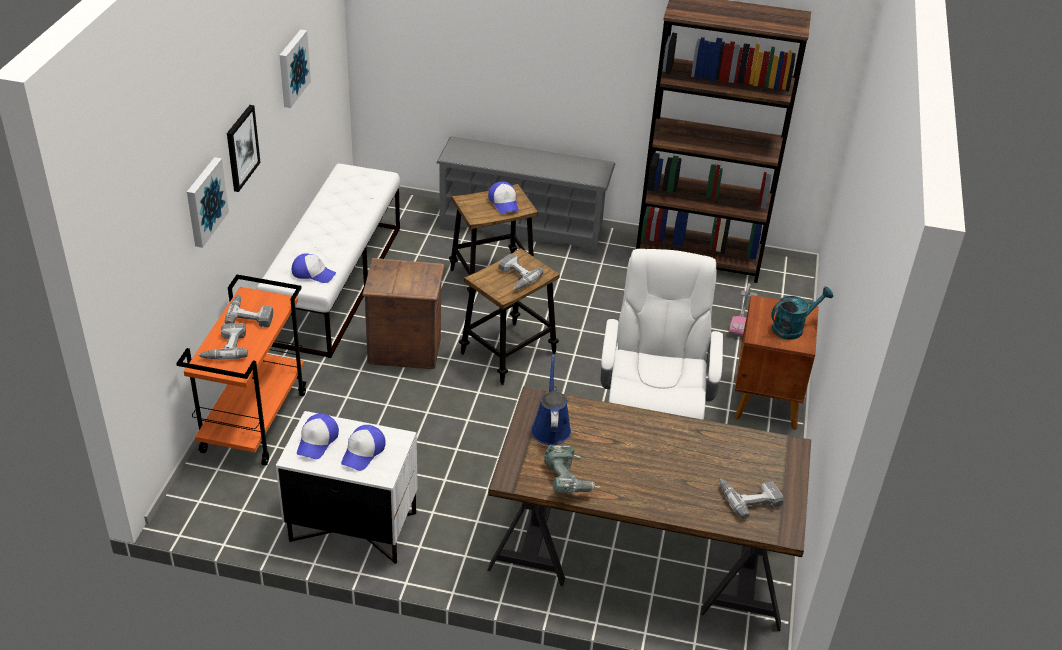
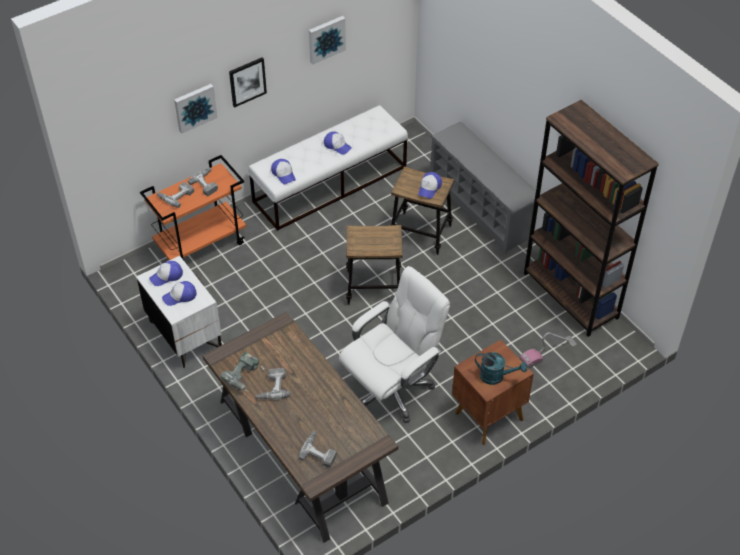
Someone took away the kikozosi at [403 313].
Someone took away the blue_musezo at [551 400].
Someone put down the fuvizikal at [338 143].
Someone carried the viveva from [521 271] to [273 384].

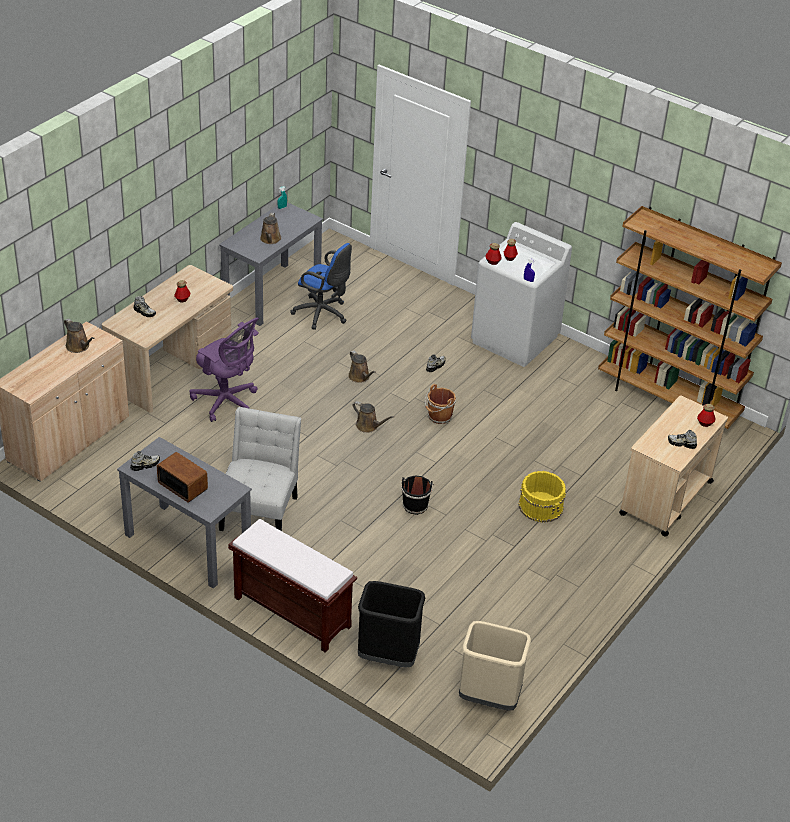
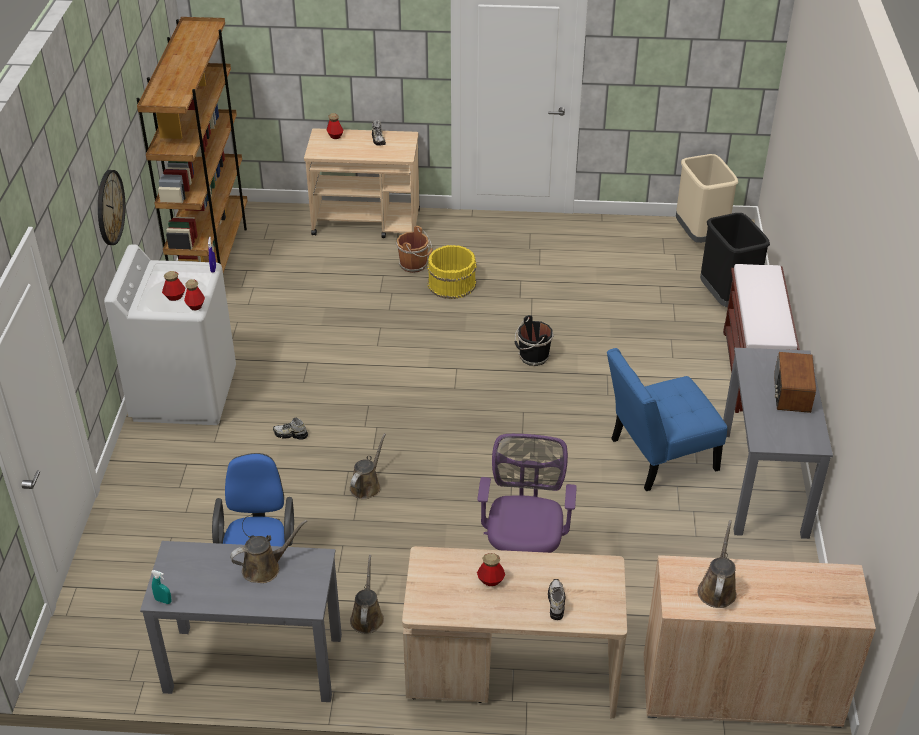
Someone took away the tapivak at [145 461].
Someone put up the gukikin at [111 207].
Someone carried the brown_musezo from [373 417] to [367 594].
Someone carried the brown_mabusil from [441 404] to [414 249].
Someone repainted the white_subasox at [260 469], which became the blue_subasox at [667 419].

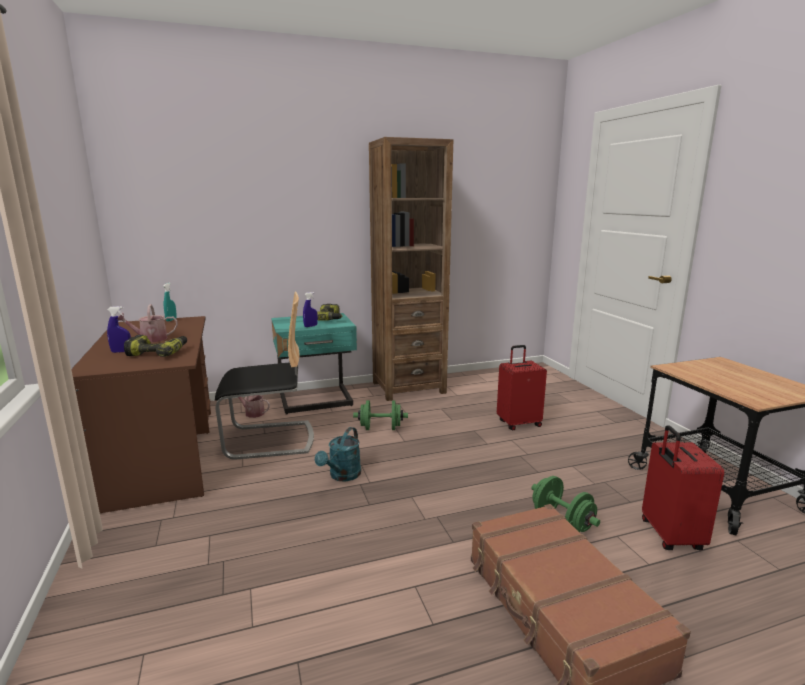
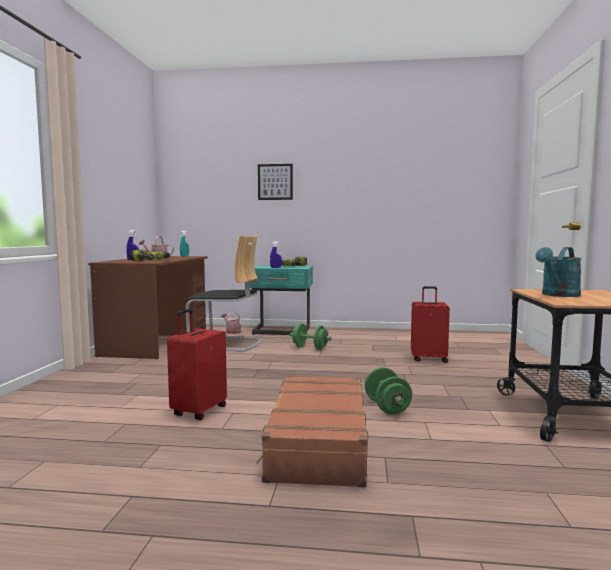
Someone took away the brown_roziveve at [411 269].
Someone put up the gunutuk at [275 182].
Someone carried the turquoise_musezo from [338 454] to [558 272].
Someone carried the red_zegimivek from [683 487] to [197 364].

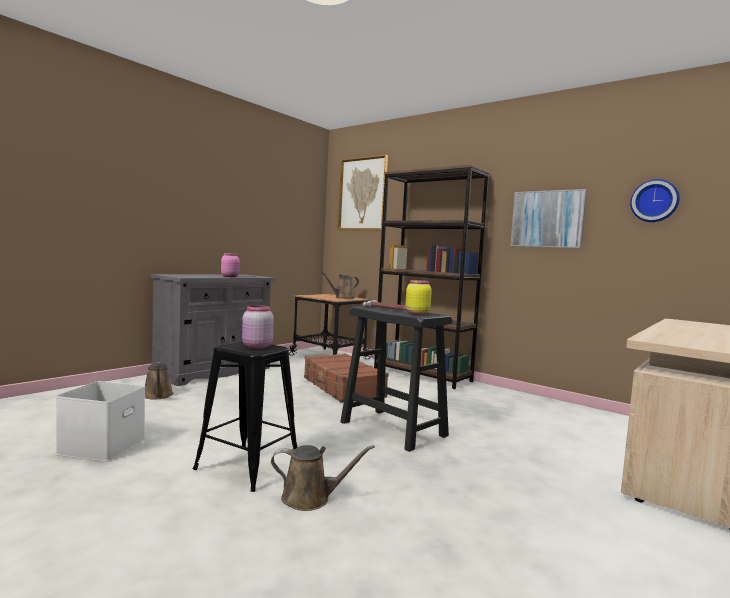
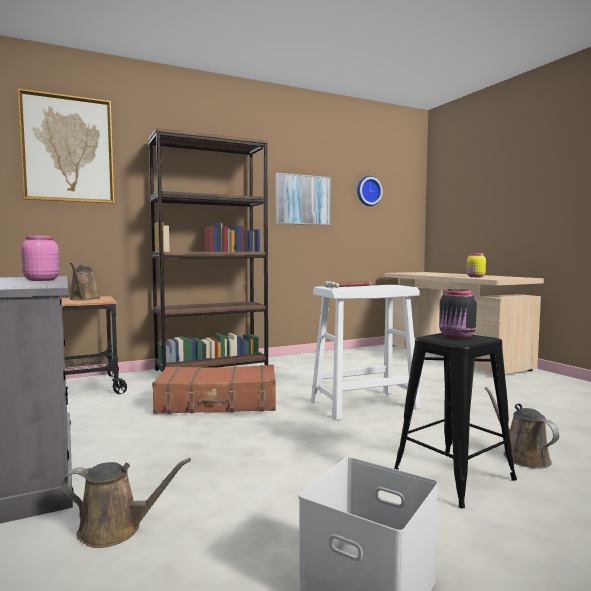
Someone carried the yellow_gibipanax from [418 297] to [476 265].
Someone repainted the pink_gibipanax at [258 327], which became the black_gibipanax at [458 314].
Someone repainted the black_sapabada at [396 379], which became the white_sapabada at [366 352].
Someone rotated the brown_musezo at [323 478] by 45 degrees counterclockwise.

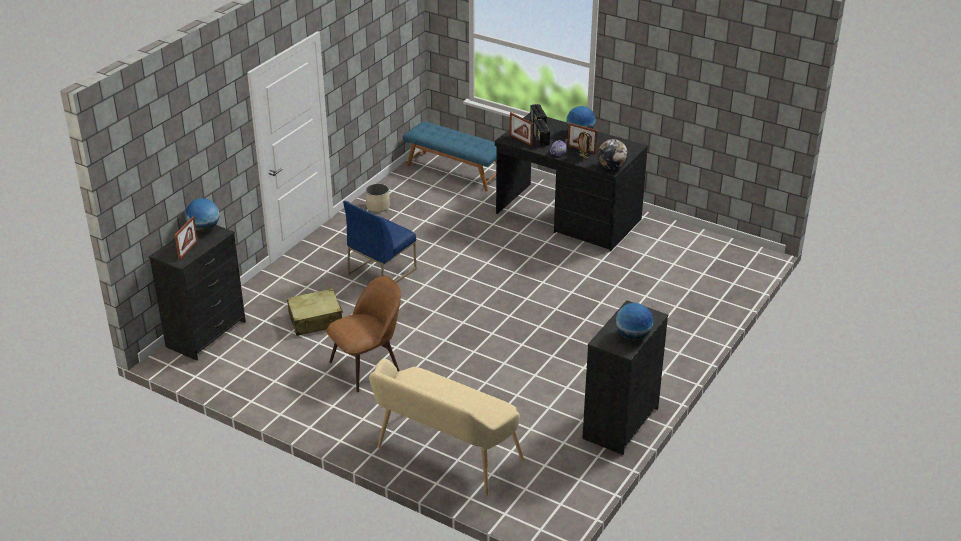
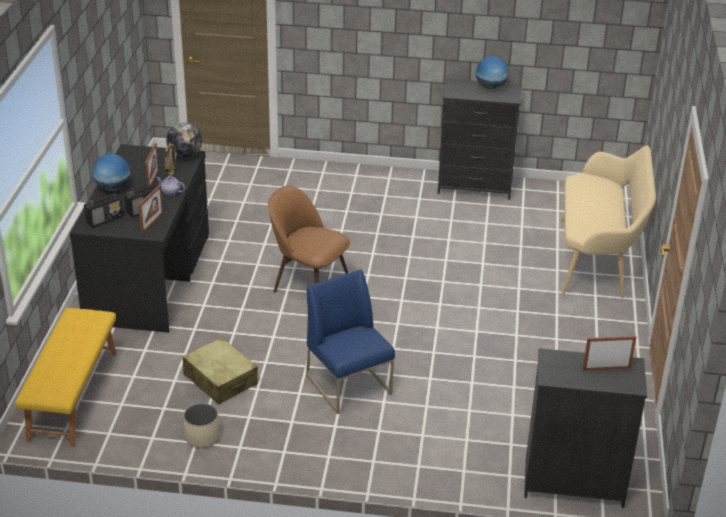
Someone took away the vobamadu at [202 215].
Someone carried the beige_zegimivek from [315 312] to [220 371].
Someone carried the brown_subasox from [364 334] to [309 239].
Someone repainted the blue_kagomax at [450 156], which became the yellow_kagomax at [65 377].
Someone rotated the blue_subasox at [379 242] by 135 degrees counterclockwise.

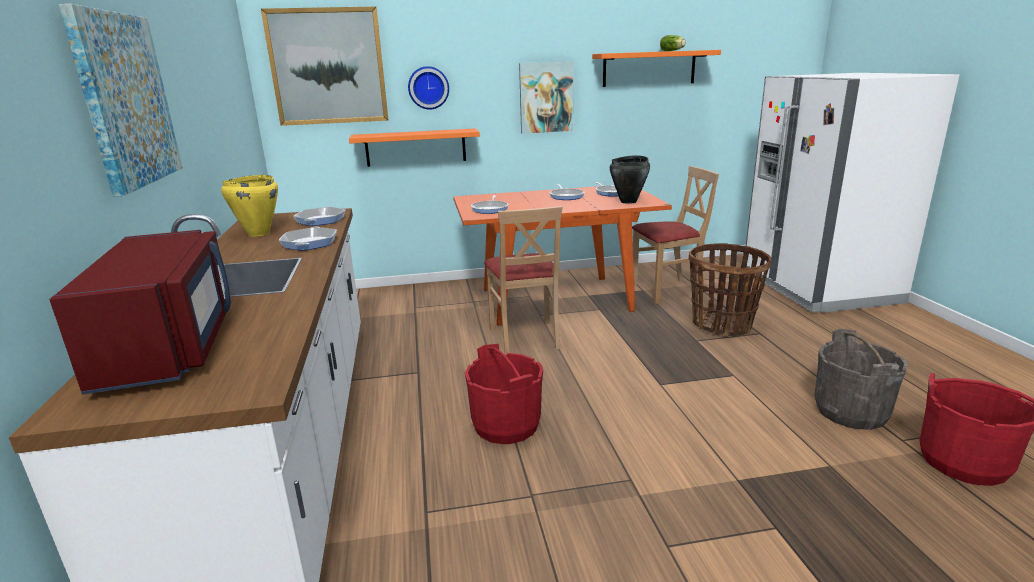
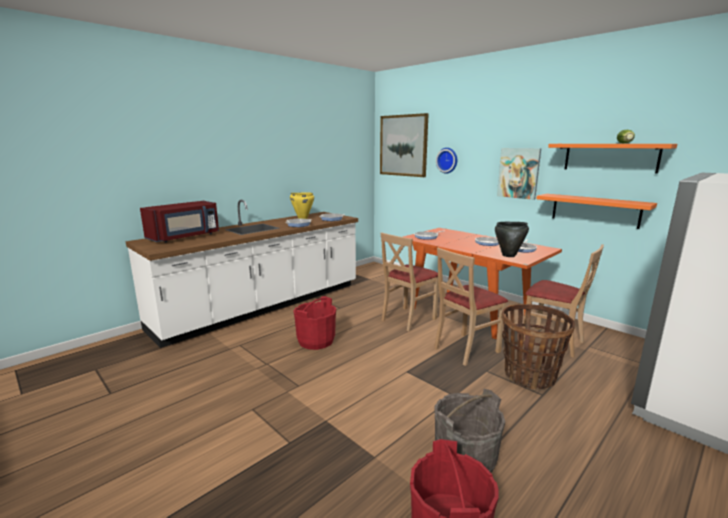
Someone took away the gunutuk at [120 100].
Someone put down the beige_subasox at [471 307].
Someone carried the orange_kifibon from [414 147] to [596 211].

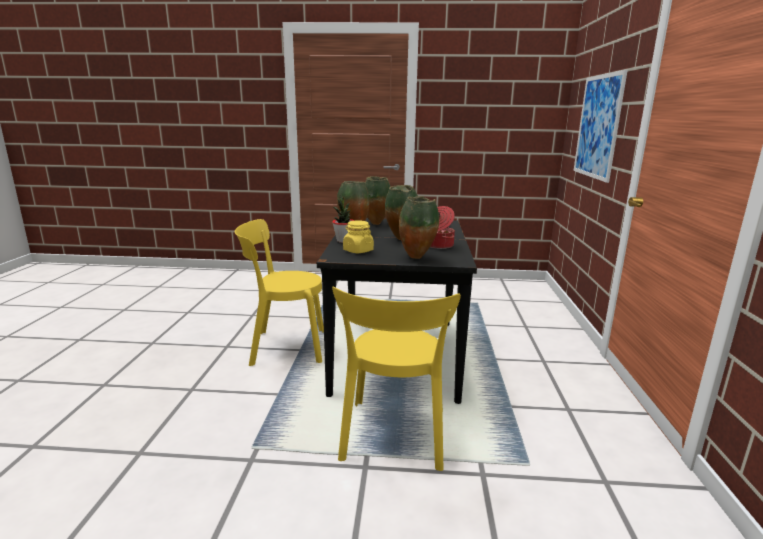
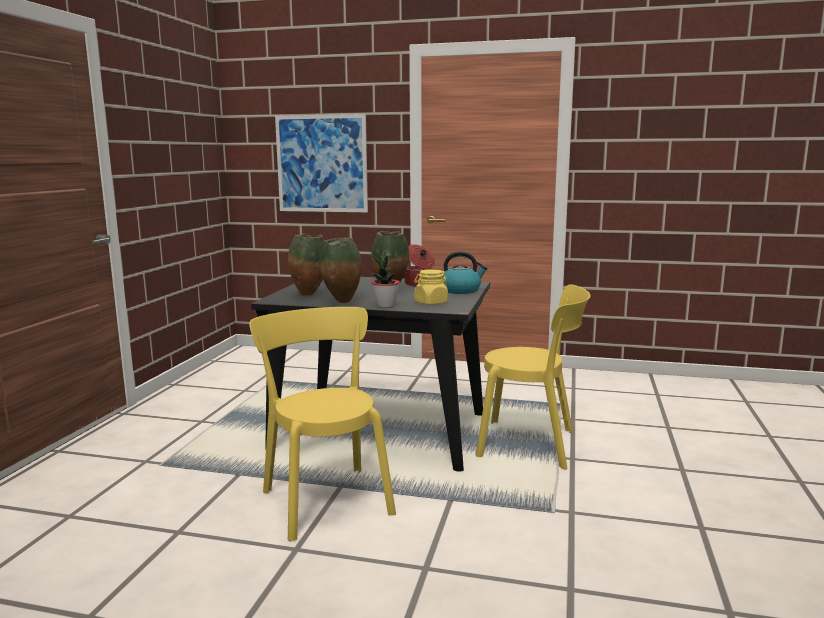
Someone swapped the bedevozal at [419 227] for the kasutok at [465 272].
Someone rotated the yellow_subasox at [279 292] by 150 degrees clockwise.

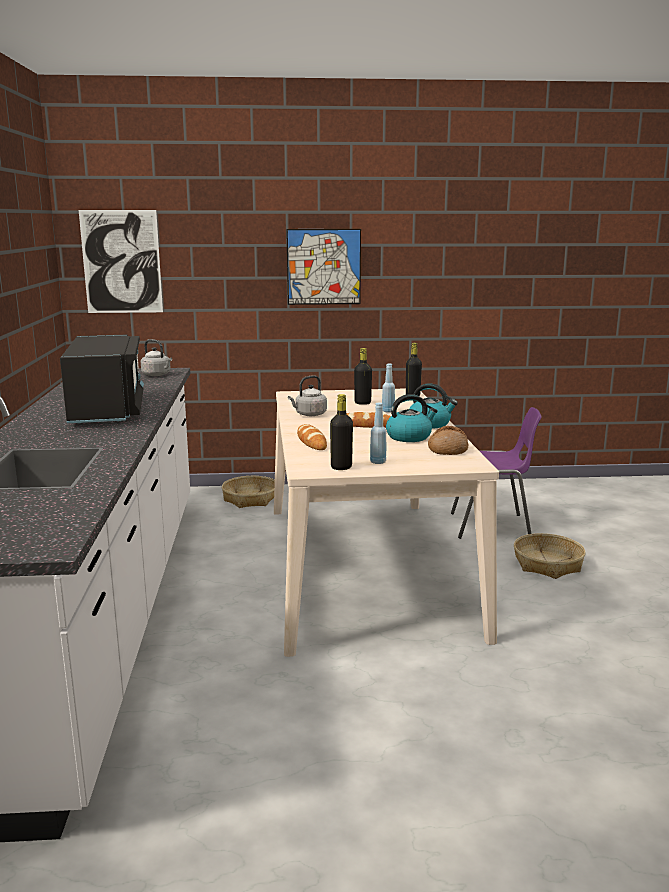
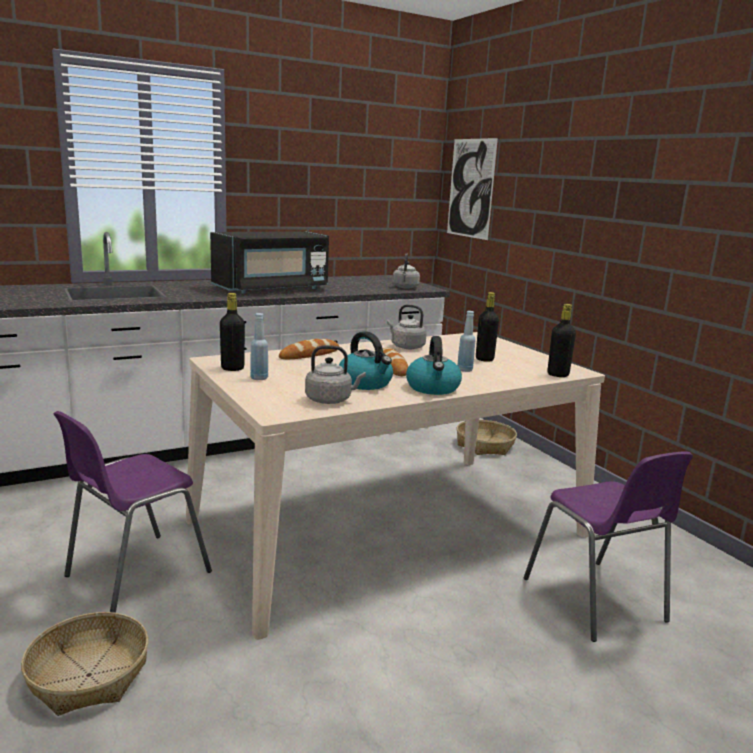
Someone took away the gunutuk at [323 267].
Someone put down the purple_subasox at [132 512].
Someone carried the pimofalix from [549 556] to [85 664].
Someone swapped the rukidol at [448 440] for the grey_kasutok at [335 374].

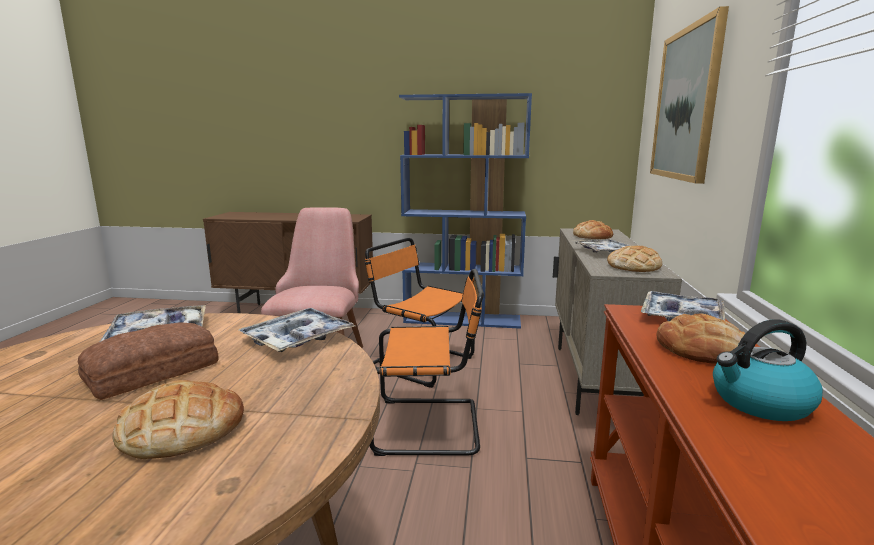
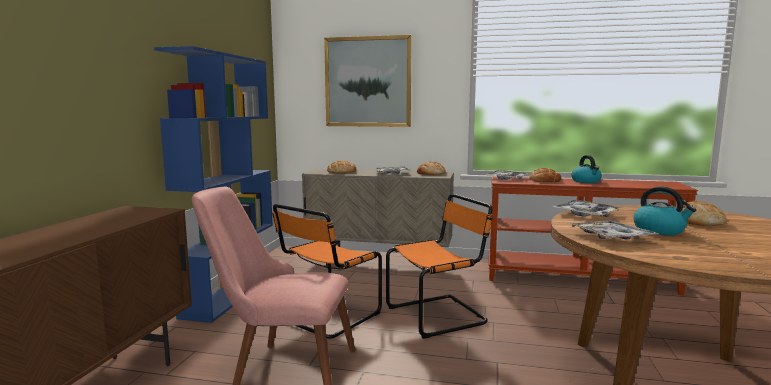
Someone swapped the rukidol at [148 361] for the kasutok at [665 210].
Someone rotated the orange_subasox at [426 362] by 60 degrees clockwise.

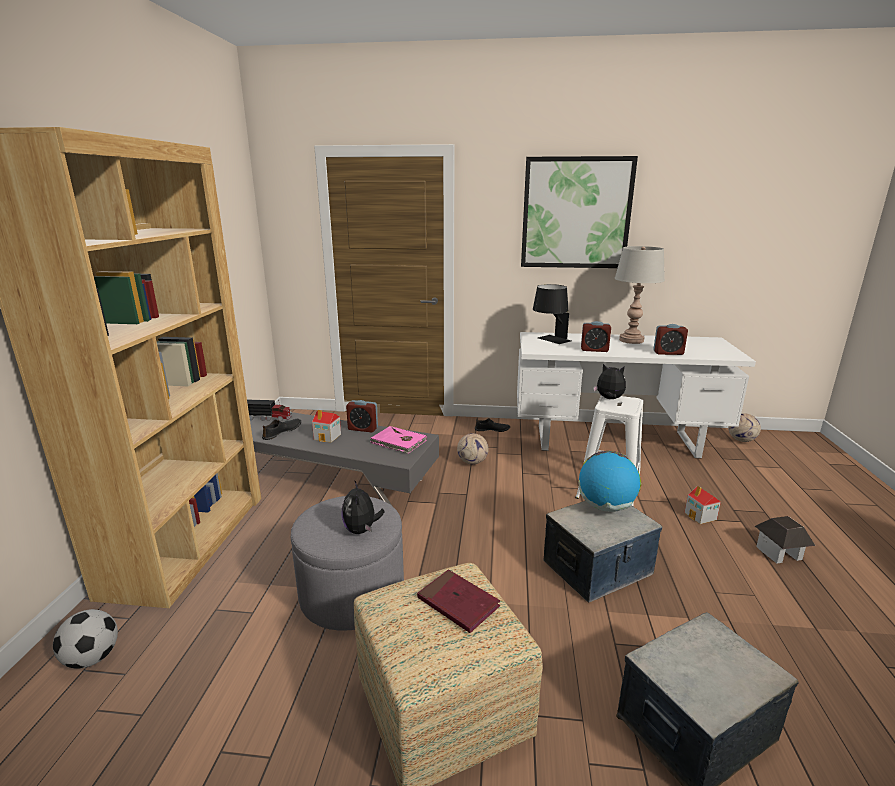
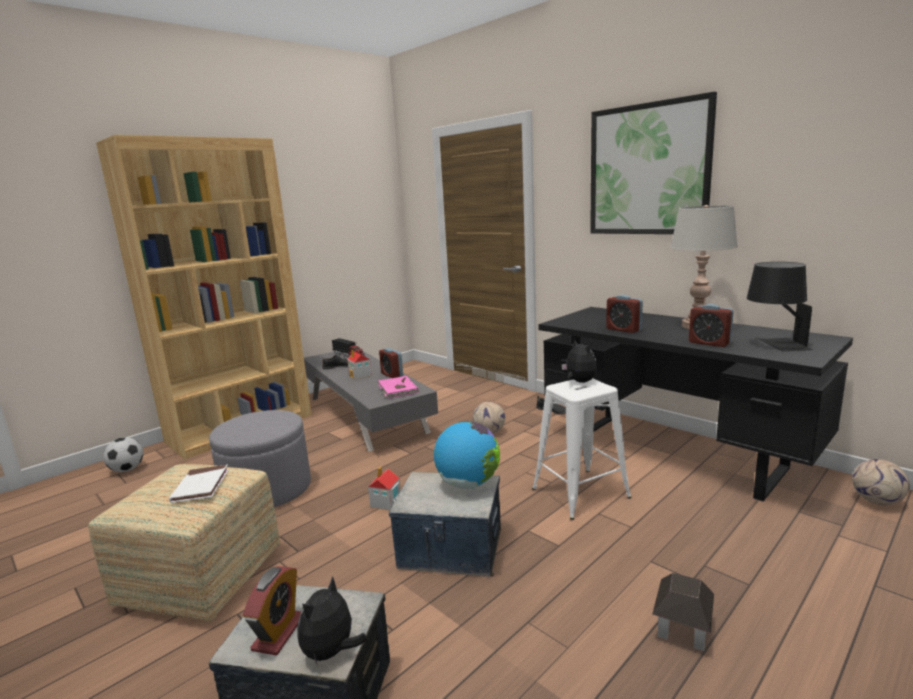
Someone put down the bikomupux at [272 610].
Someone carried the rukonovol from [363 507] to [332 621].
Someone carried the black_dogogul from [552 314] to [780 306].
Someone carried the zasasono from [702 505] to [384 488].
Someone repainted the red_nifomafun at [458 601], which became the white_nifomafun at [199 484].
Someone repainted the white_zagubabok at [636 395], which became the black_zagubabok at [695 404].

